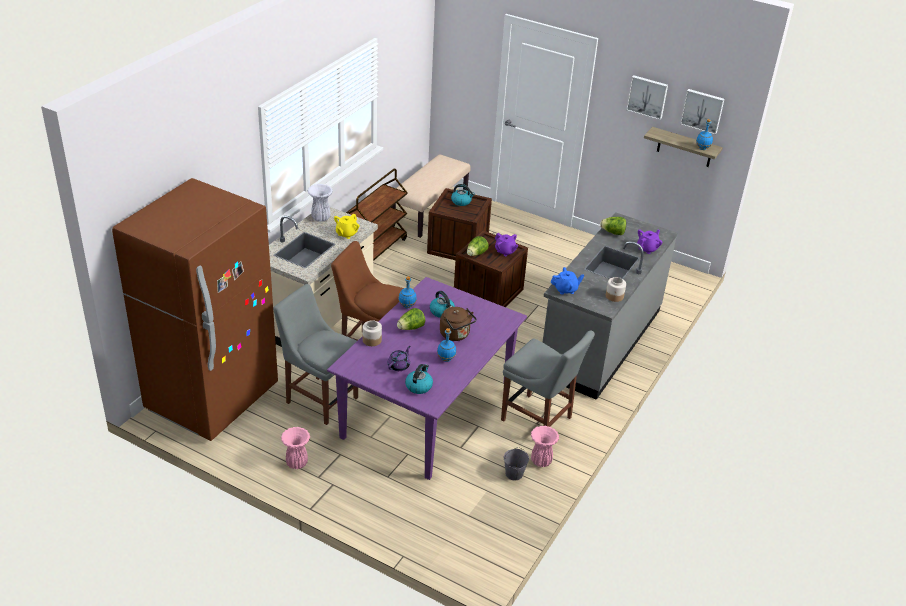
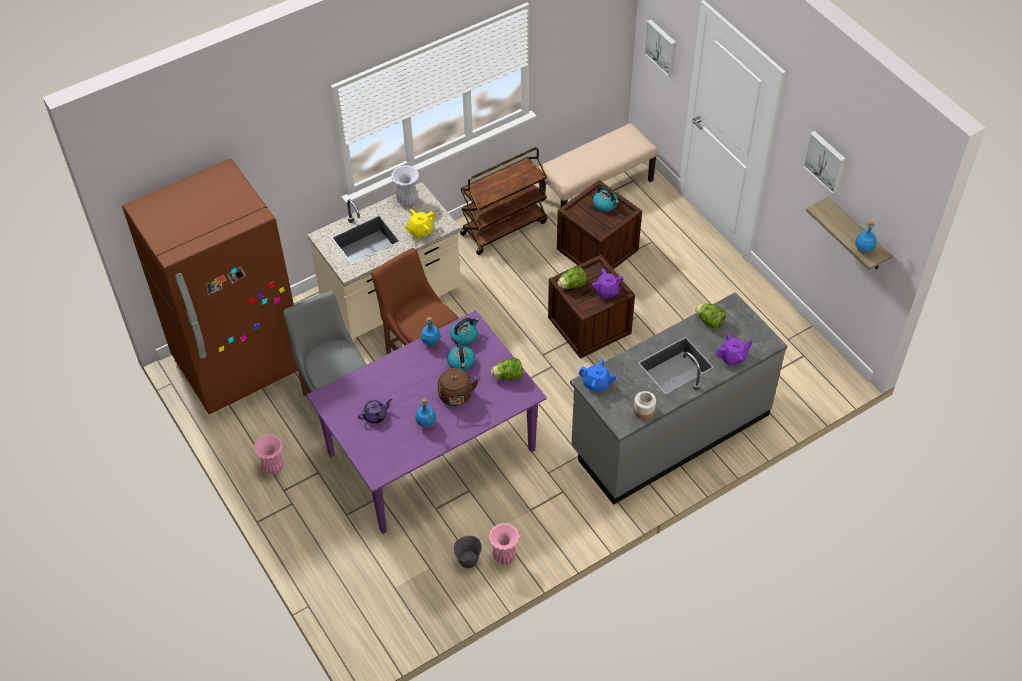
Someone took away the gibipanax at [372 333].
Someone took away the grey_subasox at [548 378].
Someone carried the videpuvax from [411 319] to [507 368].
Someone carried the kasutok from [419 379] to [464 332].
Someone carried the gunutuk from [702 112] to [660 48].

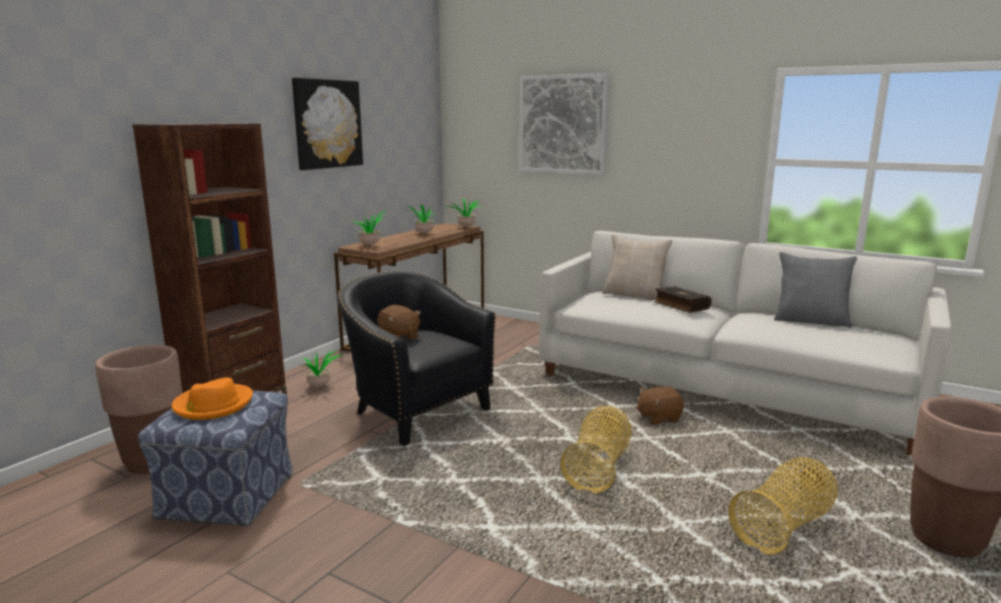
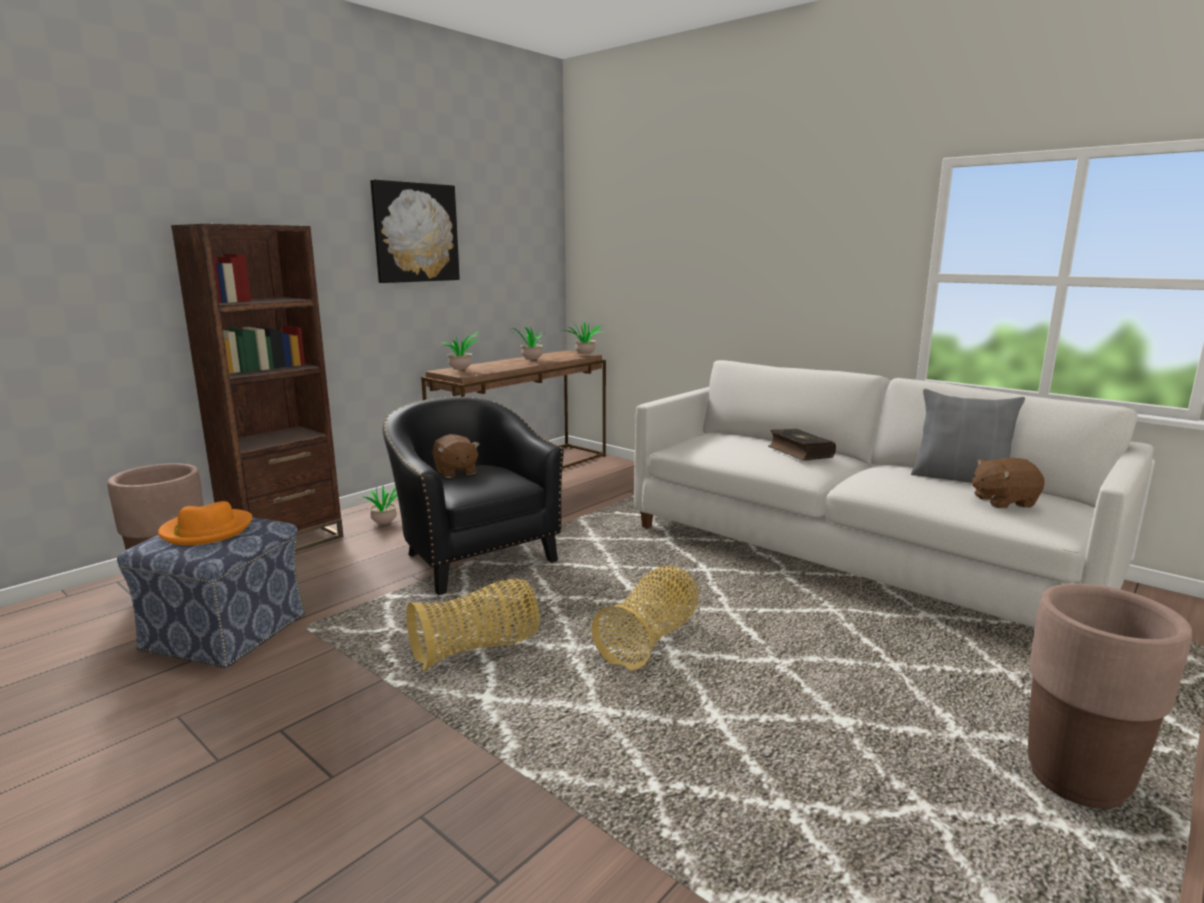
Someone took away the gunutuk at [564 124].
Someone took away the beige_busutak at [637 267].
Someone carried the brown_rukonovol from [660 405] to [1008 483].
Someone carried the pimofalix from [783 506] to [473 625].

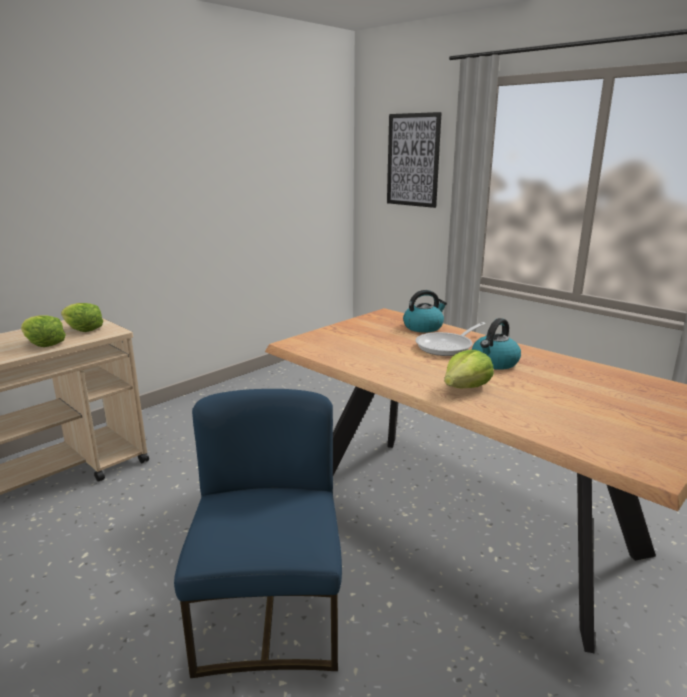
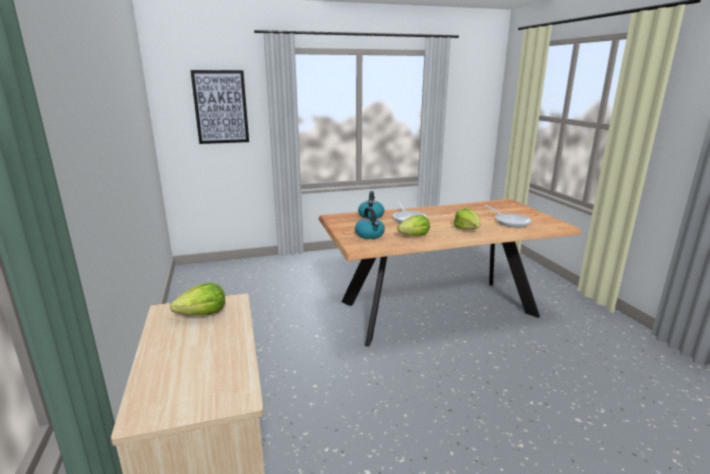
Someone took away the blue_subasox at [258 533].
Someone put down the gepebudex at [508 216].
Someone carried the videpuvax from [43 331] to [413 225].
Someone carried the kasutok from [496 344] to [370 223].

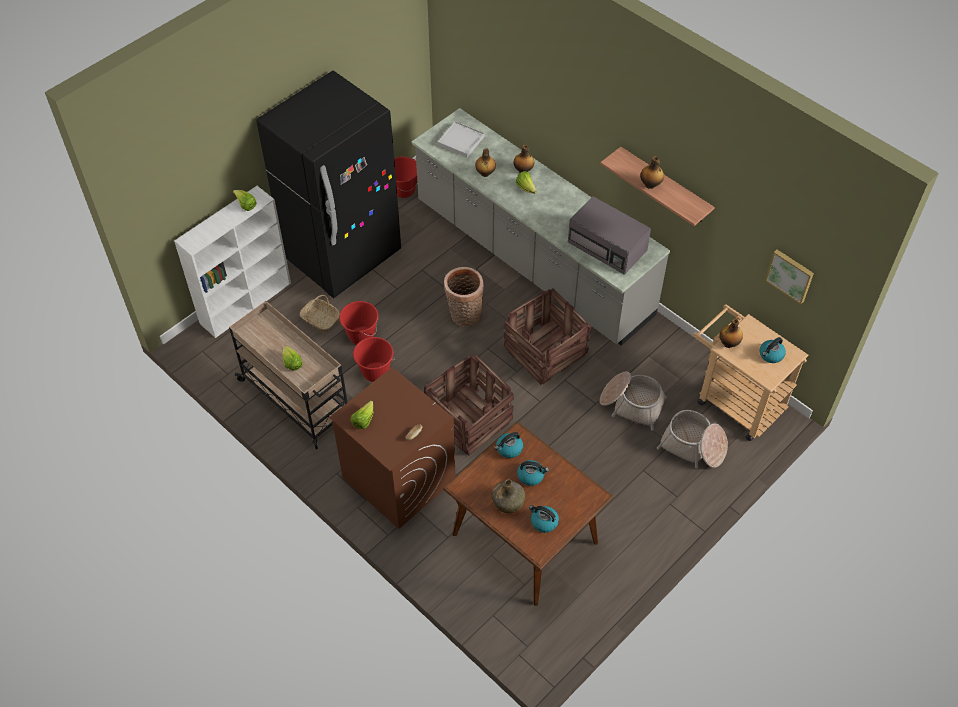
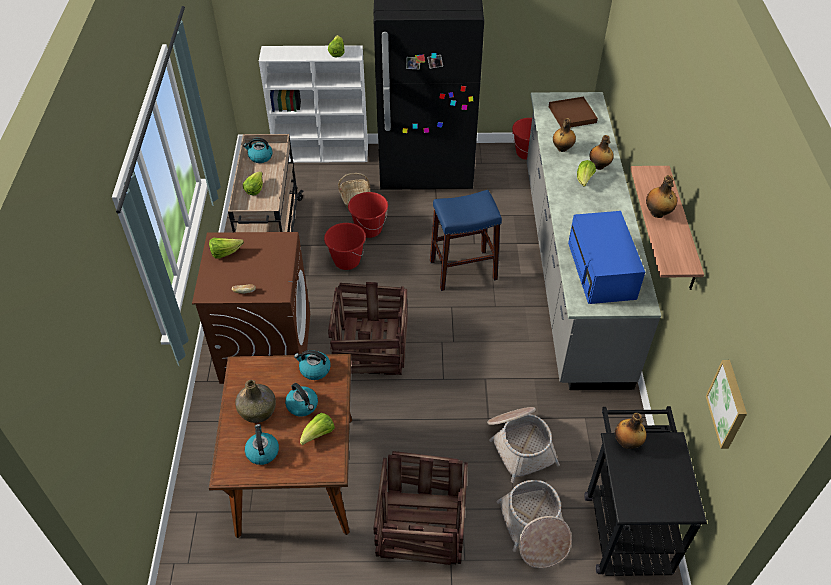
Someone put down the videpuvax at [317 429].
Someone carried the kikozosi from [547 336] to [420 508].
Someone carried the kasutok from [773 350] to [258 150].
Someone swapped the pimofalix at [464 297] for the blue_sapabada at [466 240].
Someone repainted the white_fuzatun at [460 139], which became the brown_fuzatun at [573 112].
Someone repainted the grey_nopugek at [609 235], which became the blue_nopugek at [606 257].
Someone repainted the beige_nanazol at [751 372], which became the black_nanazol at [645 491].

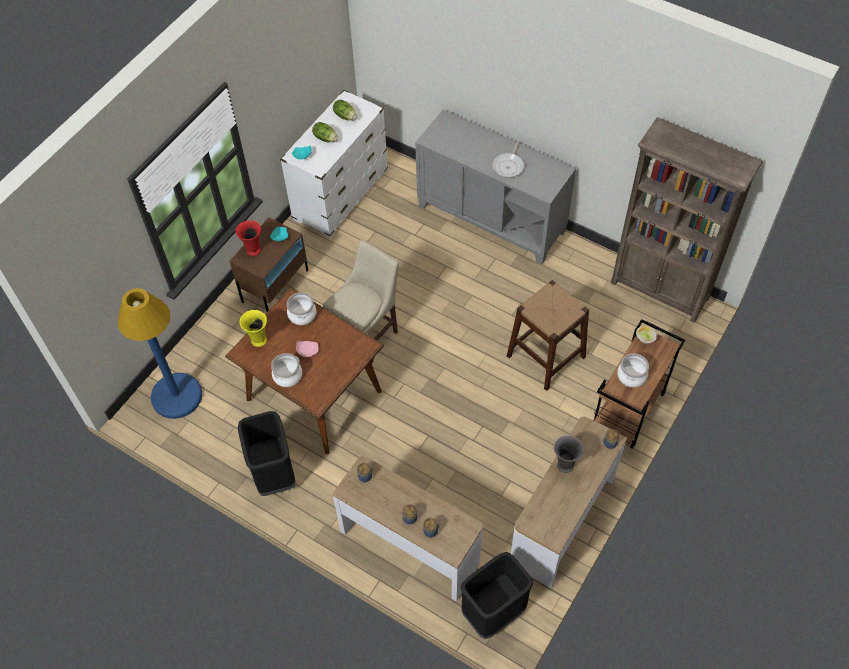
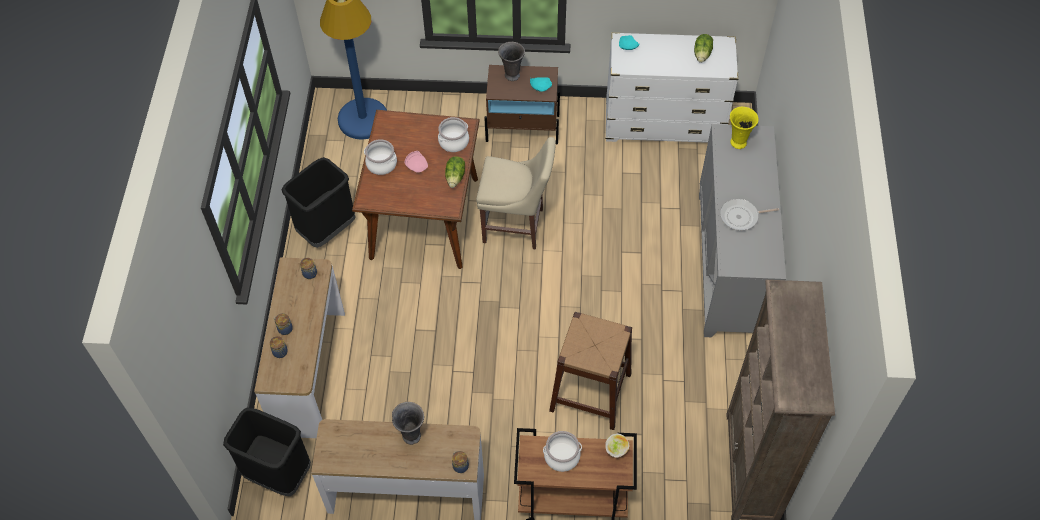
Someone carried the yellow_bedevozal from [253 328] to [744 128].
Someone carried the videpuvax from [325 132] to [455 172].
Someone repainted the red_bedevozal at [248 238], which became the grey_bedevozal at [511 61].

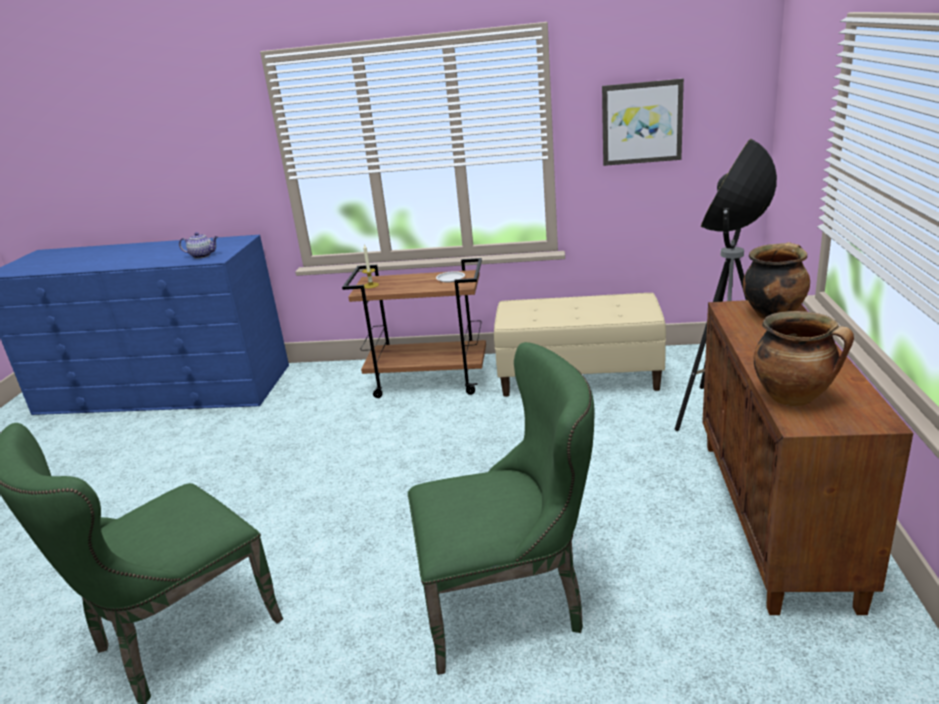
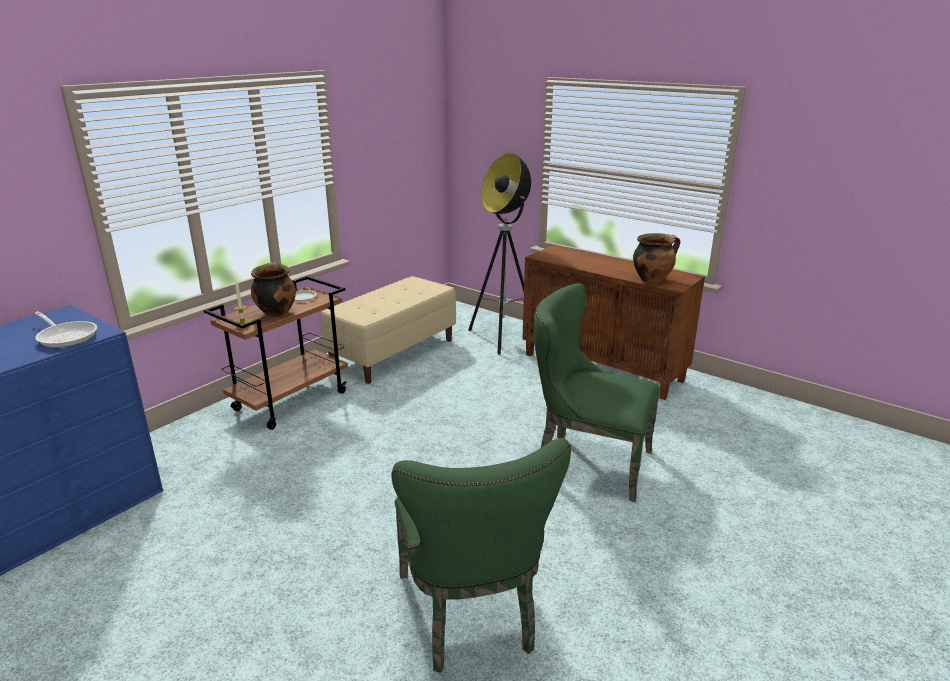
Someone took away the gunutuk at [643 122].
Someone carried the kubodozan from [776 280] to [273 290].
Someone swapped the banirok at [198 245] for the gepebudex at [66 330].
Someone rotated the green_subasox at [501 508] by 90 degrees counterclockwise.

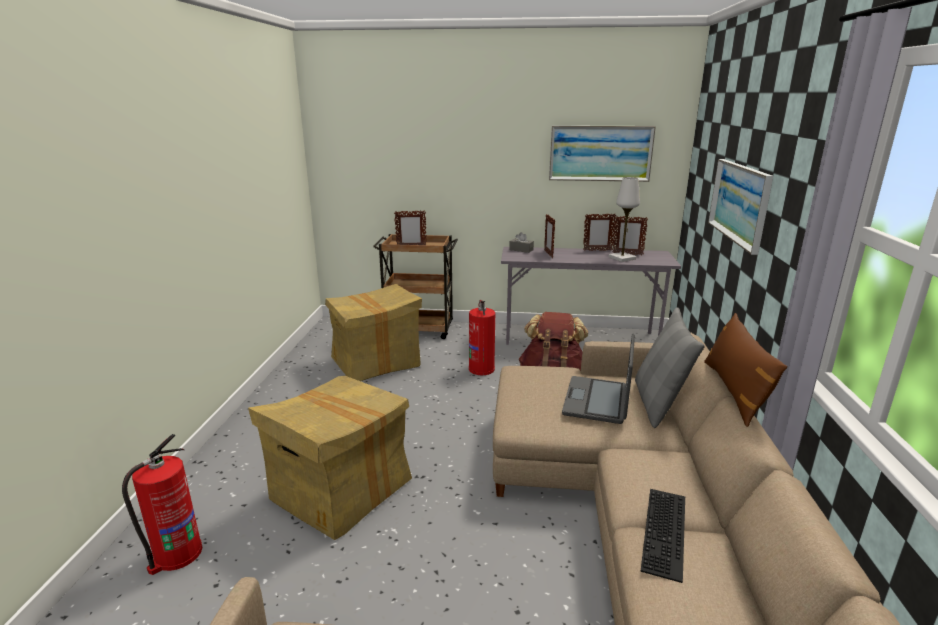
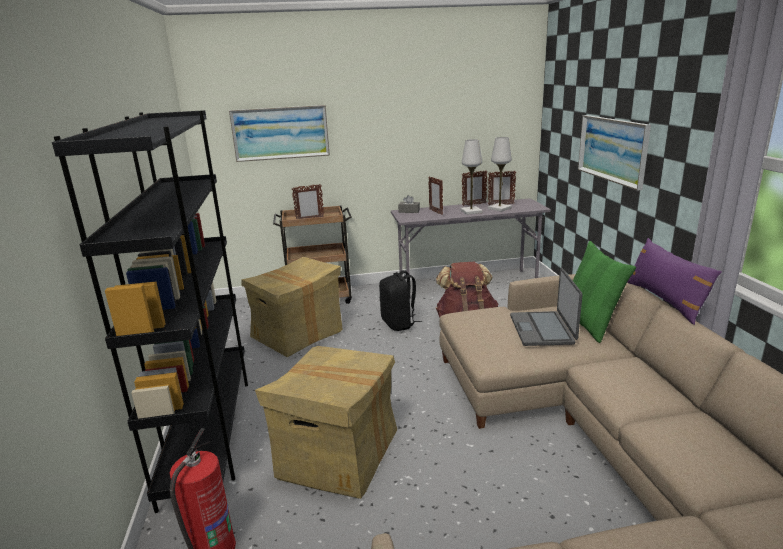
Someone took away the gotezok at [662 536].
Someone put down the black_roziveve at [150 311].
Someone put down the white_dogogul at [471 177].
Someone carried the gunutuk from [602 153] to [279 133].
Someone swapped the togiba at [482 337] for the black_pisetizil at [400 300].
Someone repainted the grey_busutak at [670 367], which became the green_busutak at [604 292].
Someone repainted the brown_busutak at [745 370], which became the purple_busutak at [674 281].

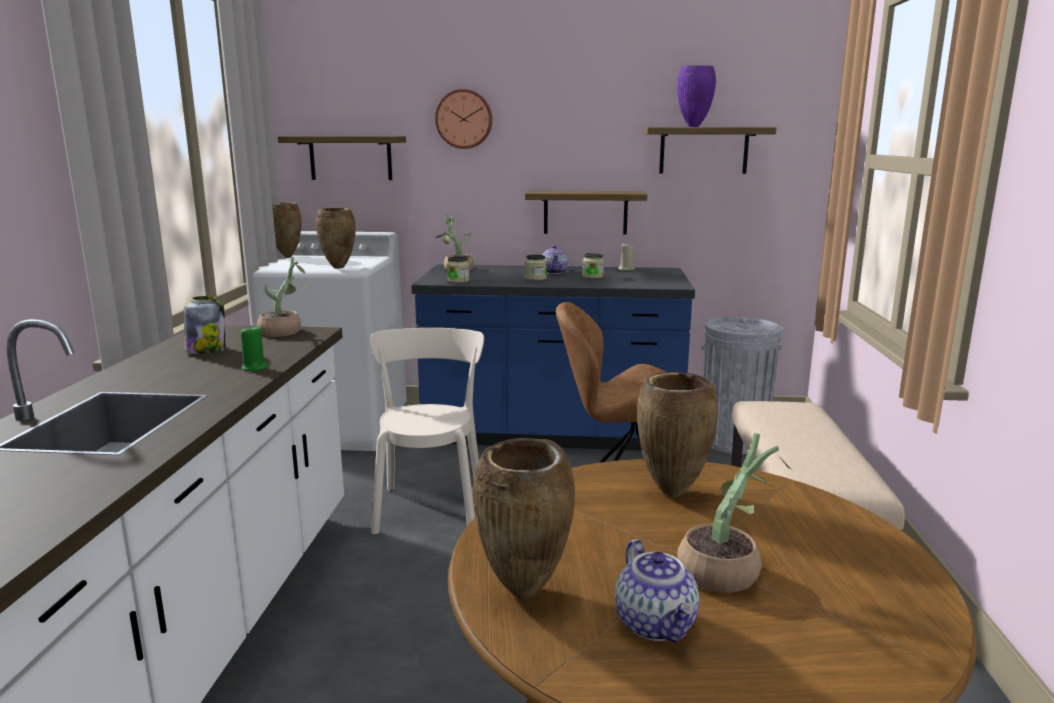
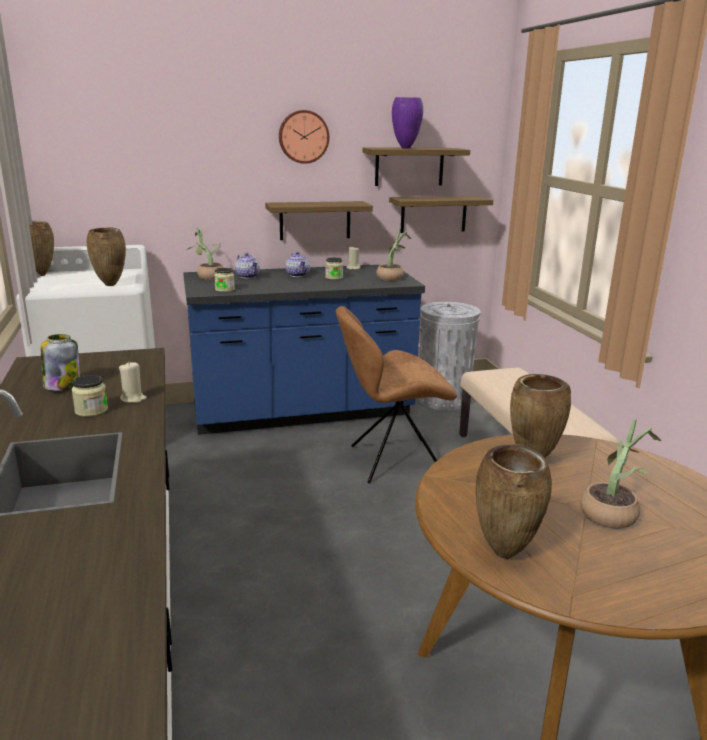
Someone took away the beige_subasox at [427 431].
Someone carried the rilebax from [284 297] to [393 255].
Someone carried the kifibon from [342 158] to [441 214].
Someone carried the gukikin from [463 119] to [304 137].
Someone carried the gibipanax from [536 267] to [89 396].
Someone carried the banirok from [657 591] to [247 265].
Someone repainted the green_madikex at [254 348], which became the beige_madikex at [133 382].

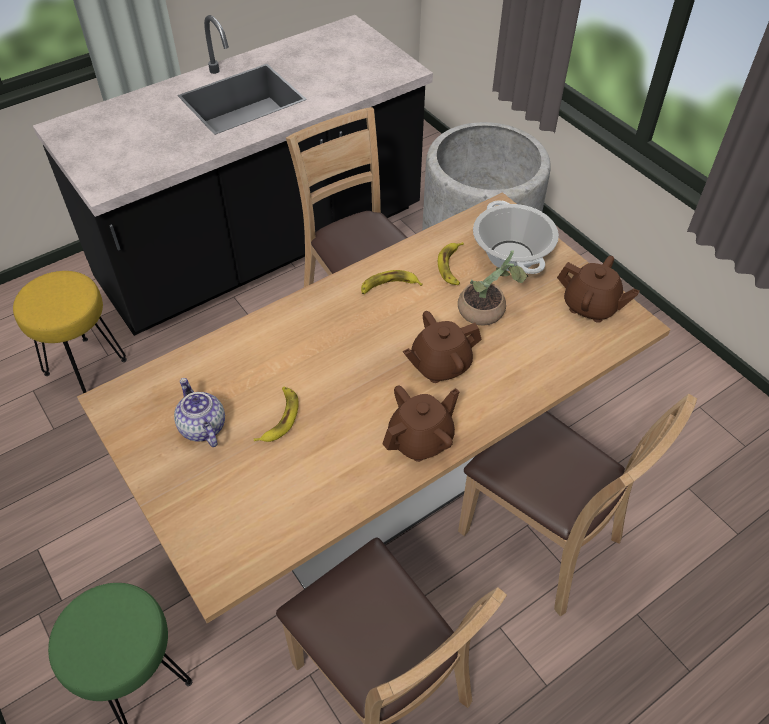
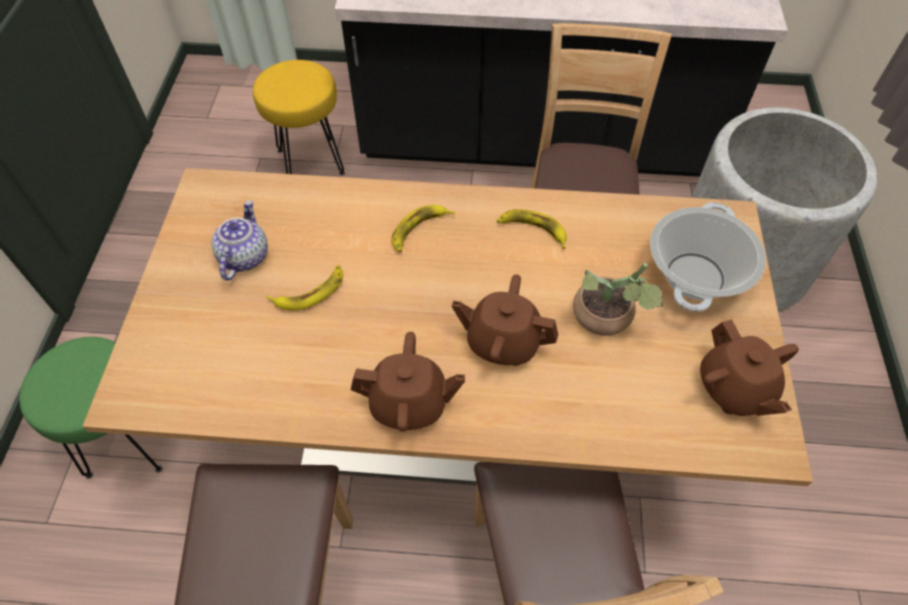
Someone carried the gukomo from [451 263] to [423 228].

